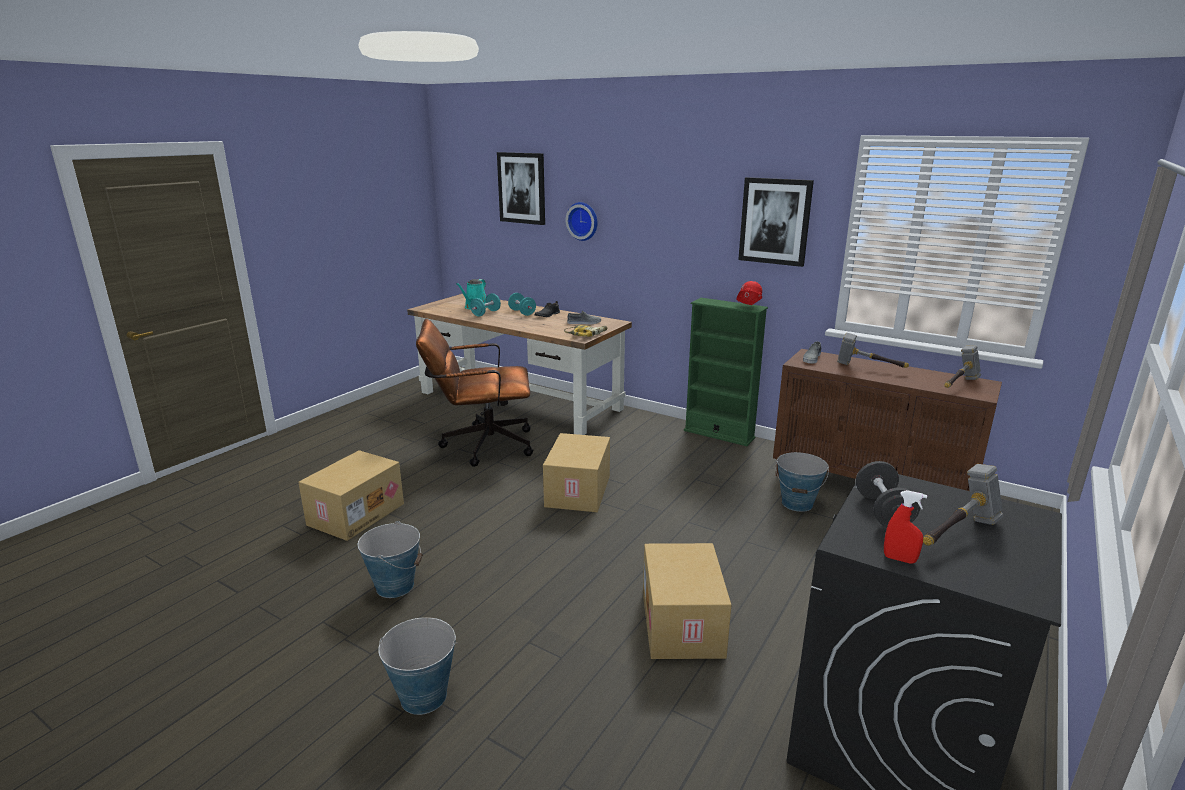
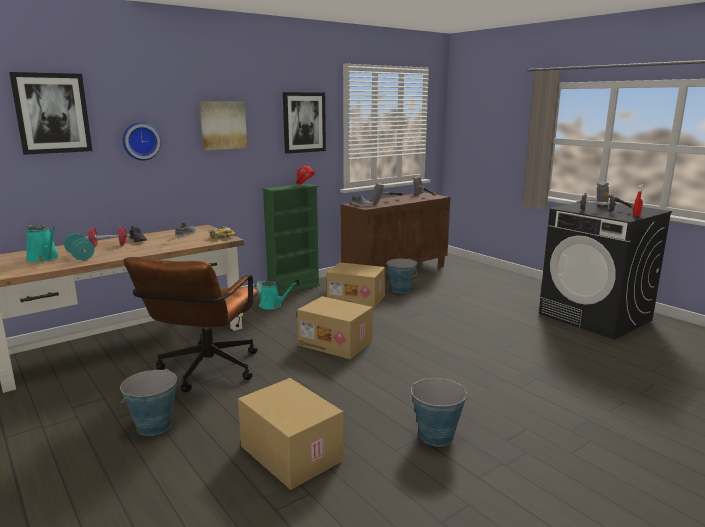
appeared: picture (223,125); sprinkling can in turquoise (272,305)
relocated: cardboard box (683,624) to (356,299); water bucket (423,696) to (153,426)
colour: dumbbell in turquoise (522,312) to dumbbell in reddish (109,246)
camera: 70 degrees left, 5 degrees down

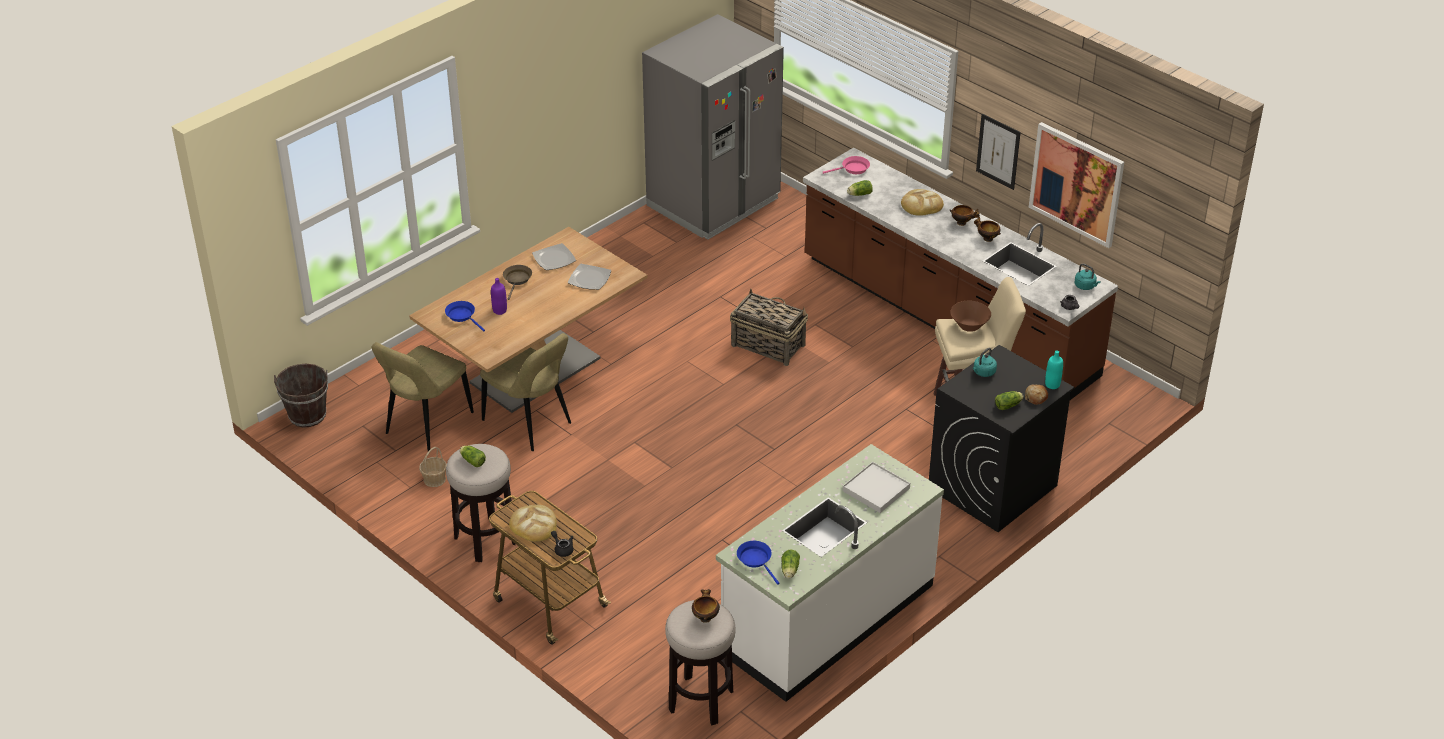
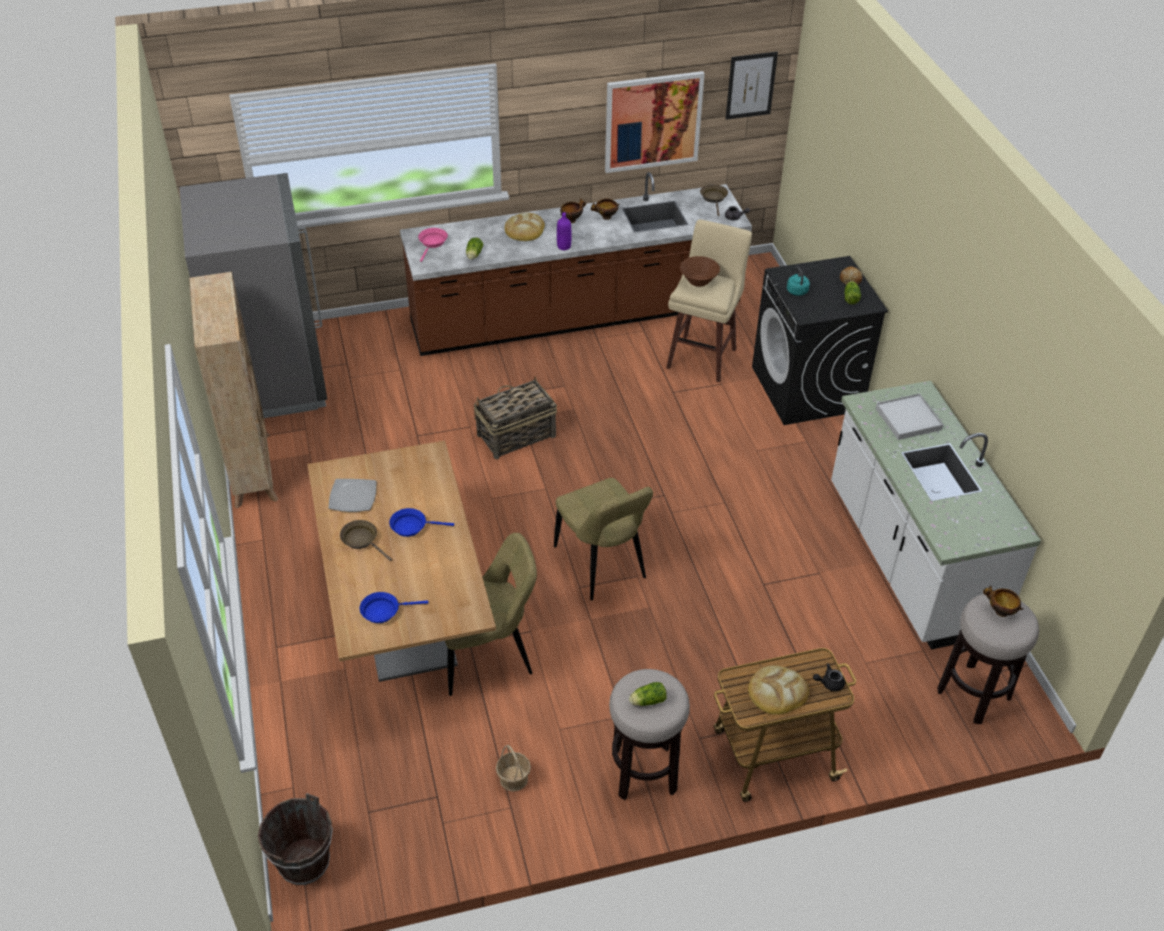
missing: dinner plate (590,278); bottle in turquoise (1052,384); head of lettuce (789,571)
appeared: bookcase in sand-coloured (253,469)
relocated: picture (998,151) to (751,85); bottle in purplish (499,310) to (564,246); upright chair in sand-coloured (426,425) to (602,565); skillet in bluish (756,560) to (412,526)
exchanged: kettle in turquoise (1085,286) to skillet in brown (714,198)
camera: 60 degrees left, 5 degrees up

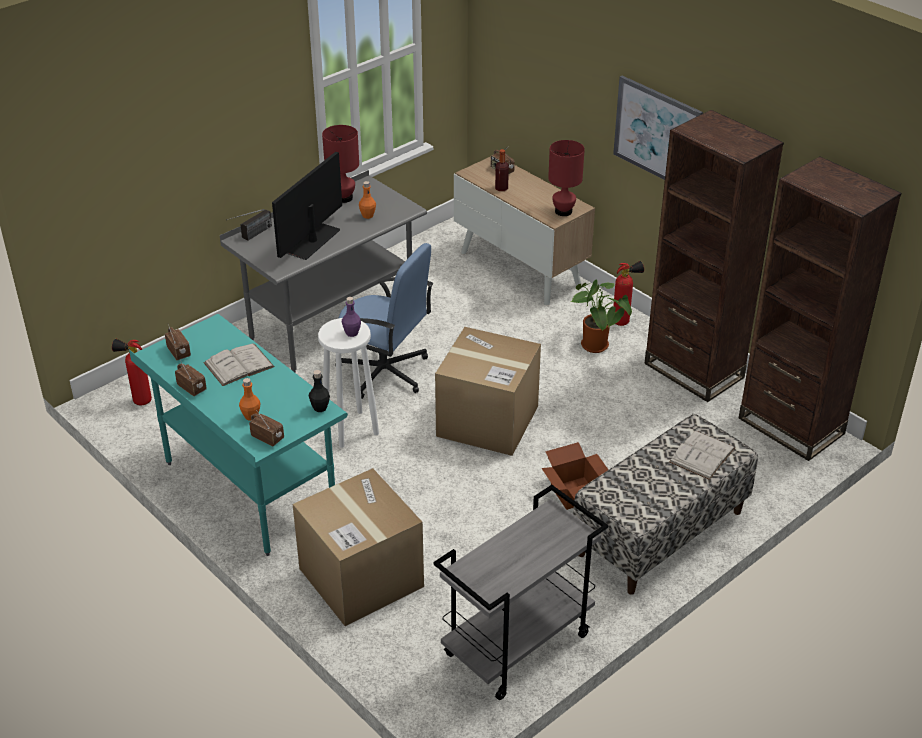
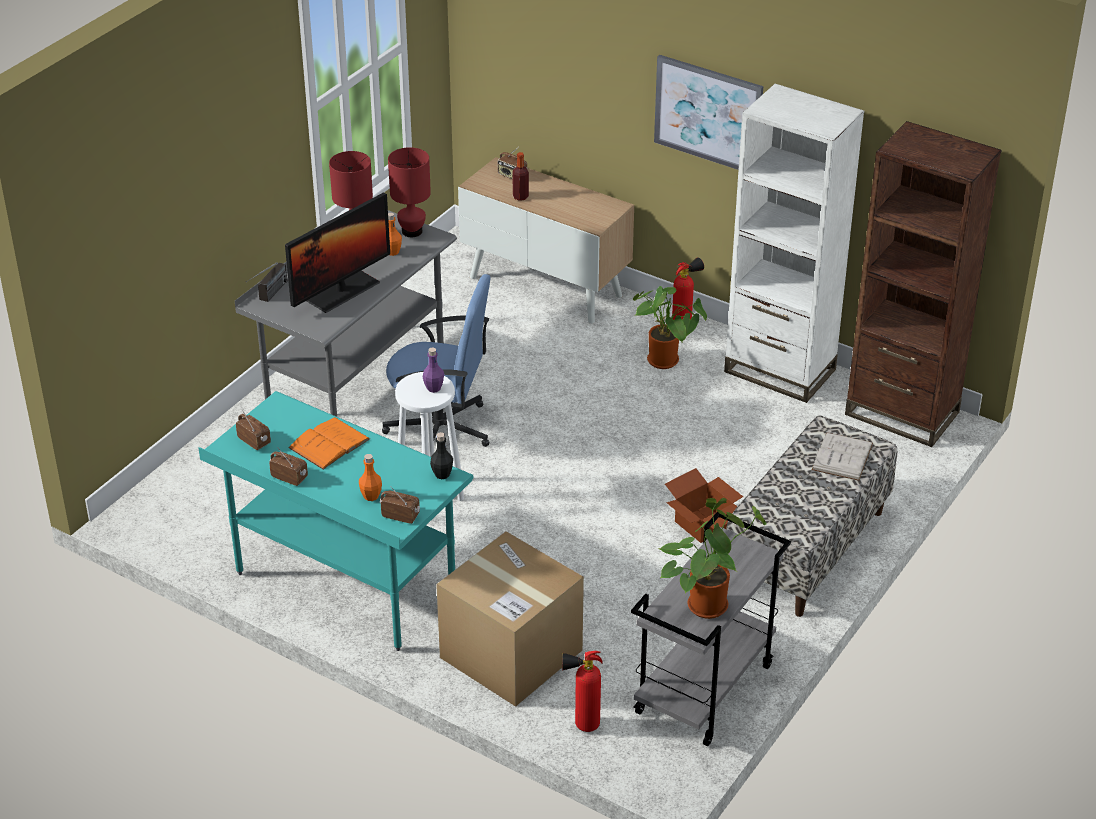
missing: cardboard box (487,421)
appeared: plant in a pot (708,603)
relocated: table lamp in reddish (563,212) to (412,232); extinguisher (138,400) to (581,725)
colour: bookcase in brown (693,370) to bookcase in whitish (779,371); bound book in whitish (239,365) to bound book in orange-coloured (329,443)
spun: monitor (311,241) = (342,291) 150 degrees counterclockwise
camera: 15 degrees left, 0 degrees up

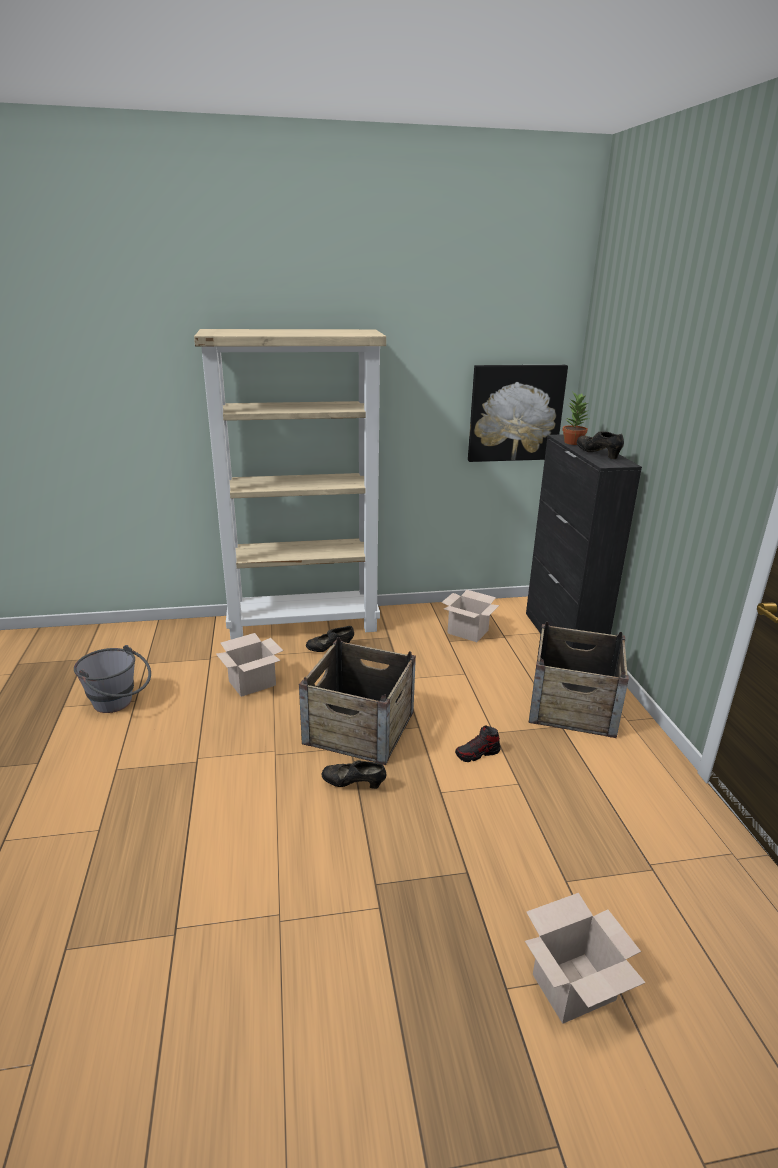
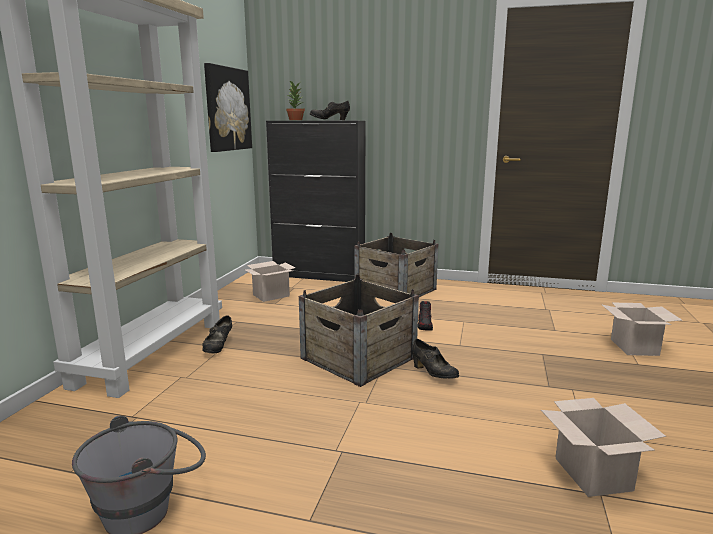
relocated: cardboard box (251,684) to (595,475)
spun: low shoe in black-coloured (353,784) = (433,374) 75 degrees counterclockwise
camera: 65 degrees left, 10 degrees down

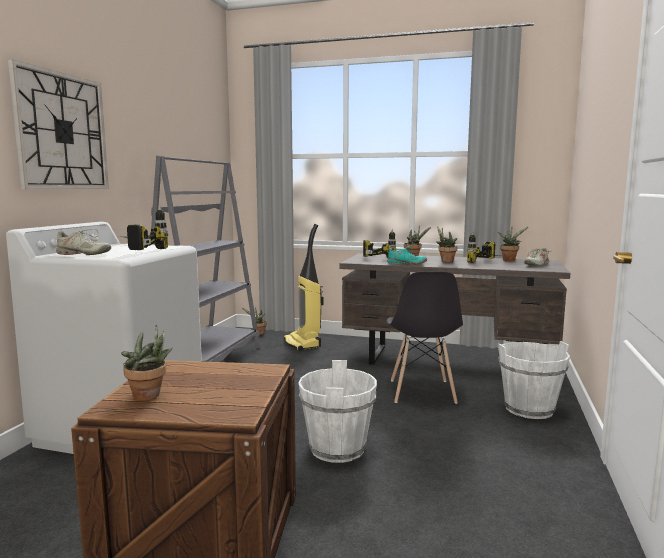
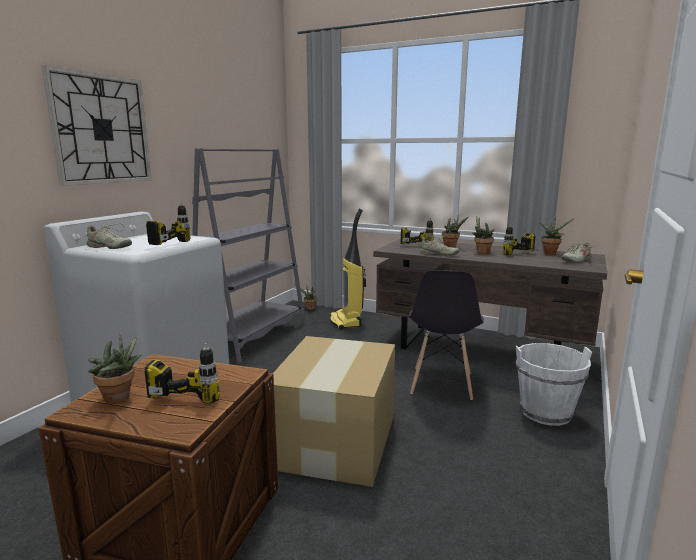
appeared: drill (195,388)
exchanged: water bucket in whitish (338,449) to cardboard box (337,440)
colour: low shoe in turquoise (406,264) to low shoe in sand-coloured (438,254)
camera: 10 degrees right, 5 degrees up

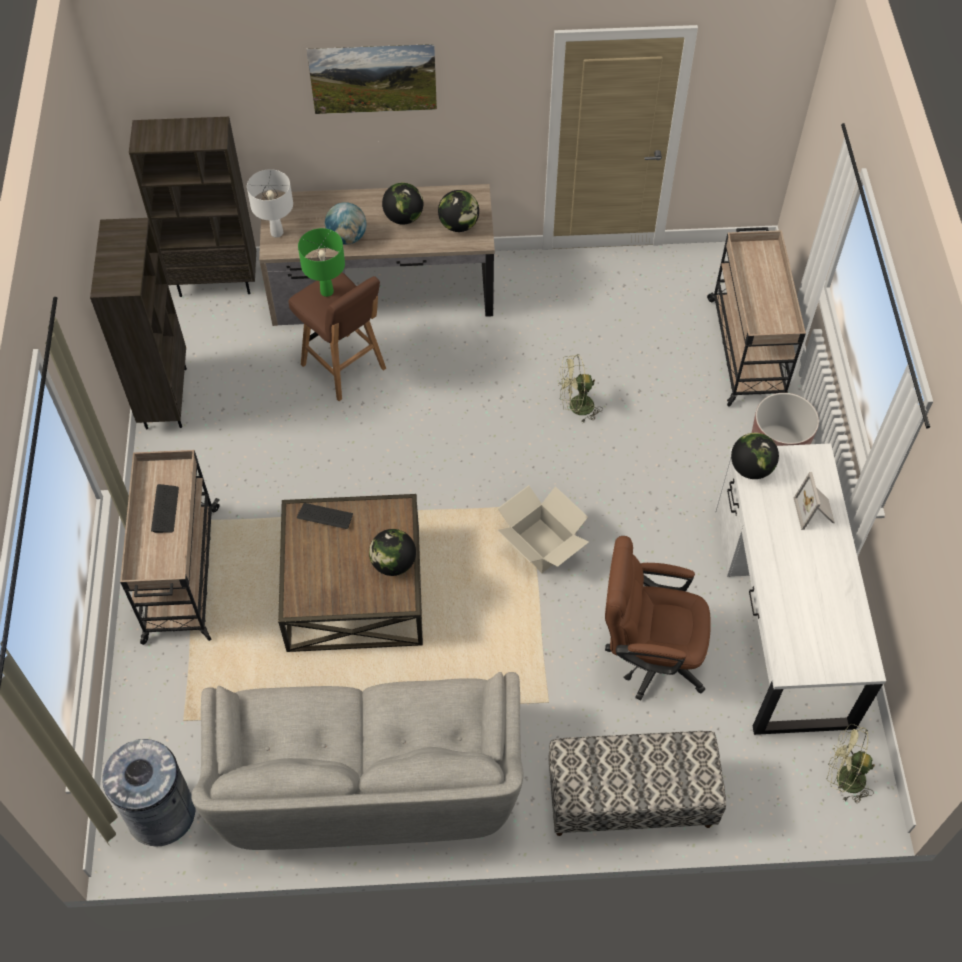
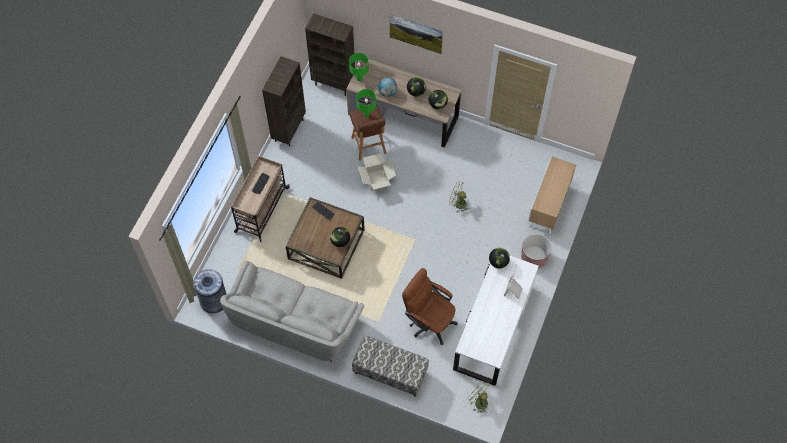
relocated: cardboard box (540,546) to (376,180)
exchanged: cart in sand-coloured (747,348) to cabinet (548,207)
colour: table lamp in whitish (276,232) to table lamp in greenish (359,78)
camera: 25 degrees right, 5 degrees up

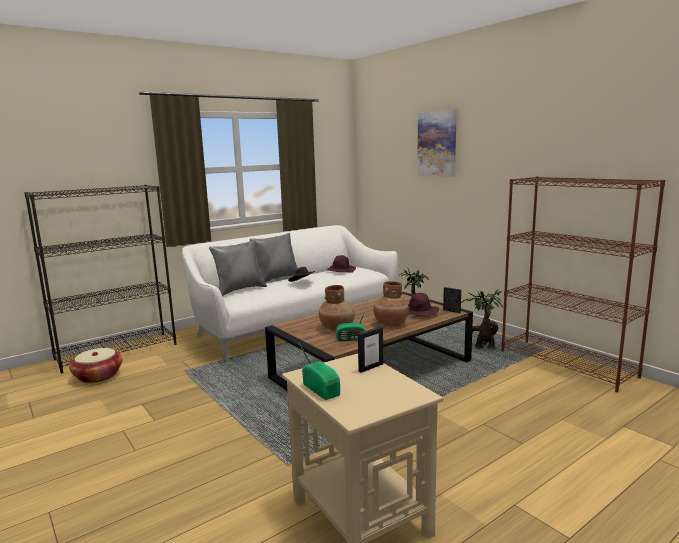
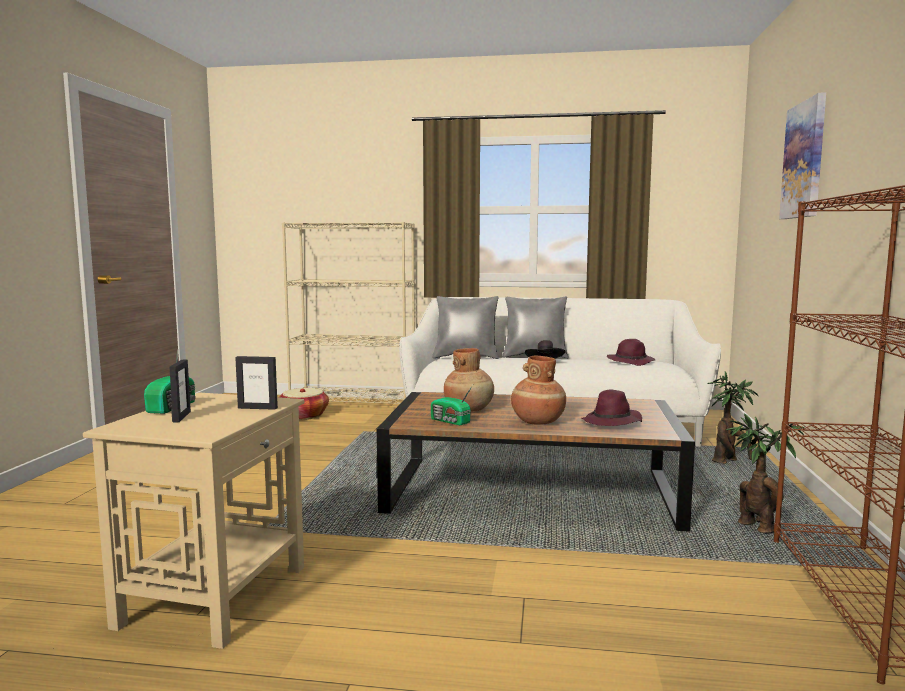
relocated: picture frame (451,311) to (181,417)
colour: bookcase in black-coloured (117,351) to bookcase in sand-coloured (354,403)
camera: 45 degrees right, 5 degrees down

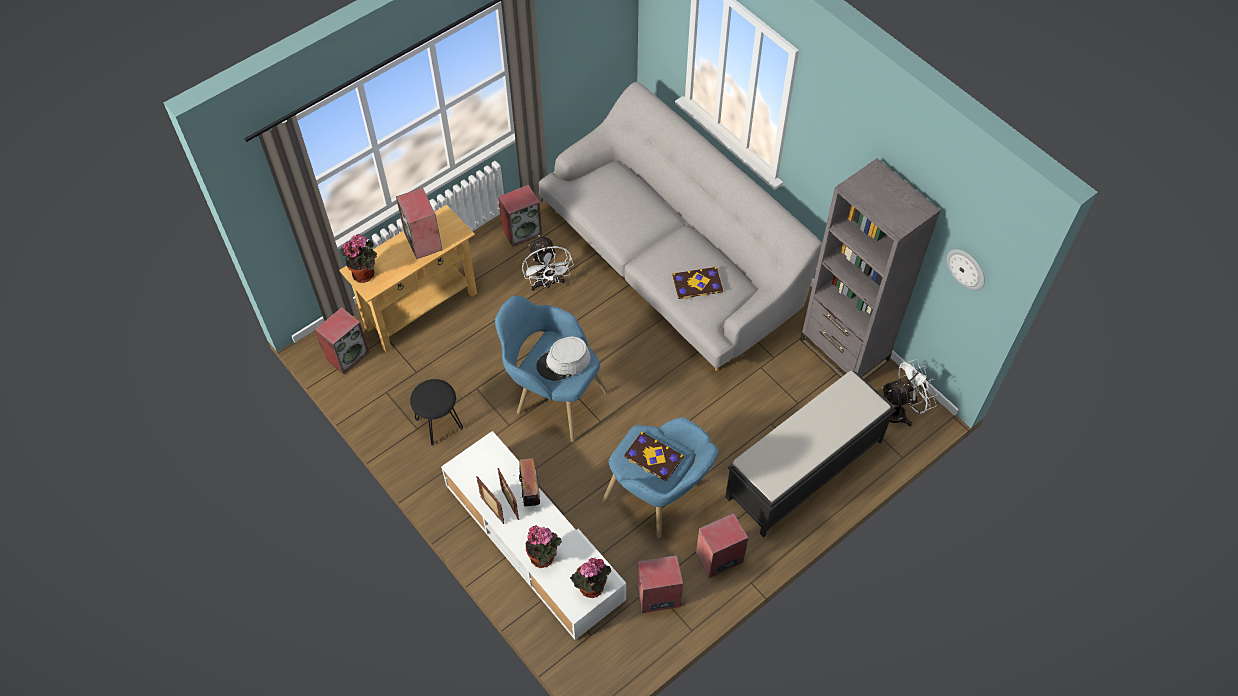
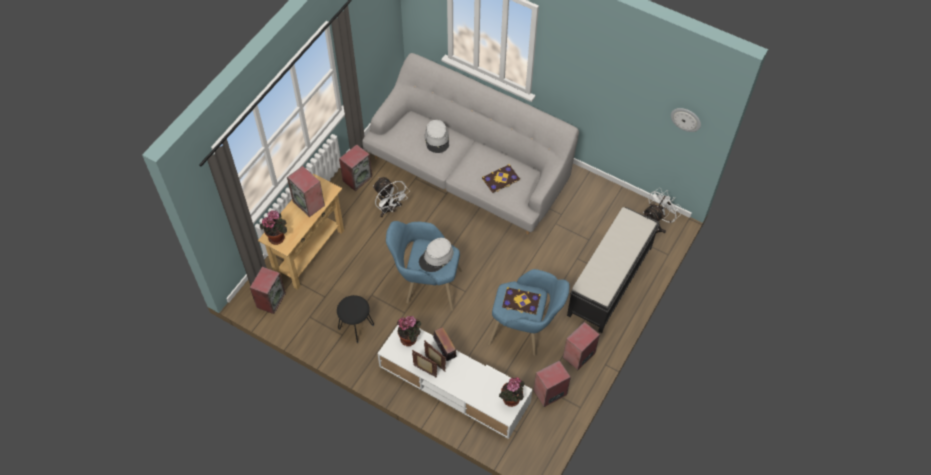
missing: bookcase in gray (844,350)
appeared: wearable hat in gray (437,139)
relocated: plant in a pot (544,557) to (410,338)
camera: 20 degrees left, 0 degrees up

